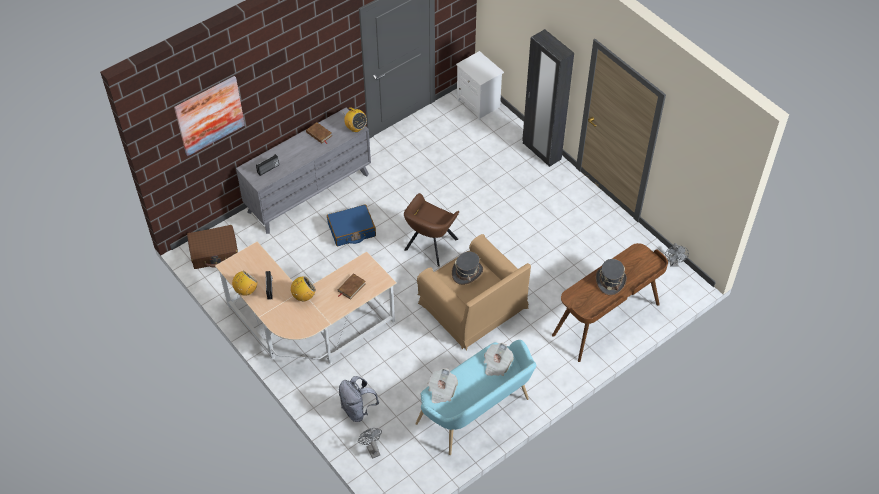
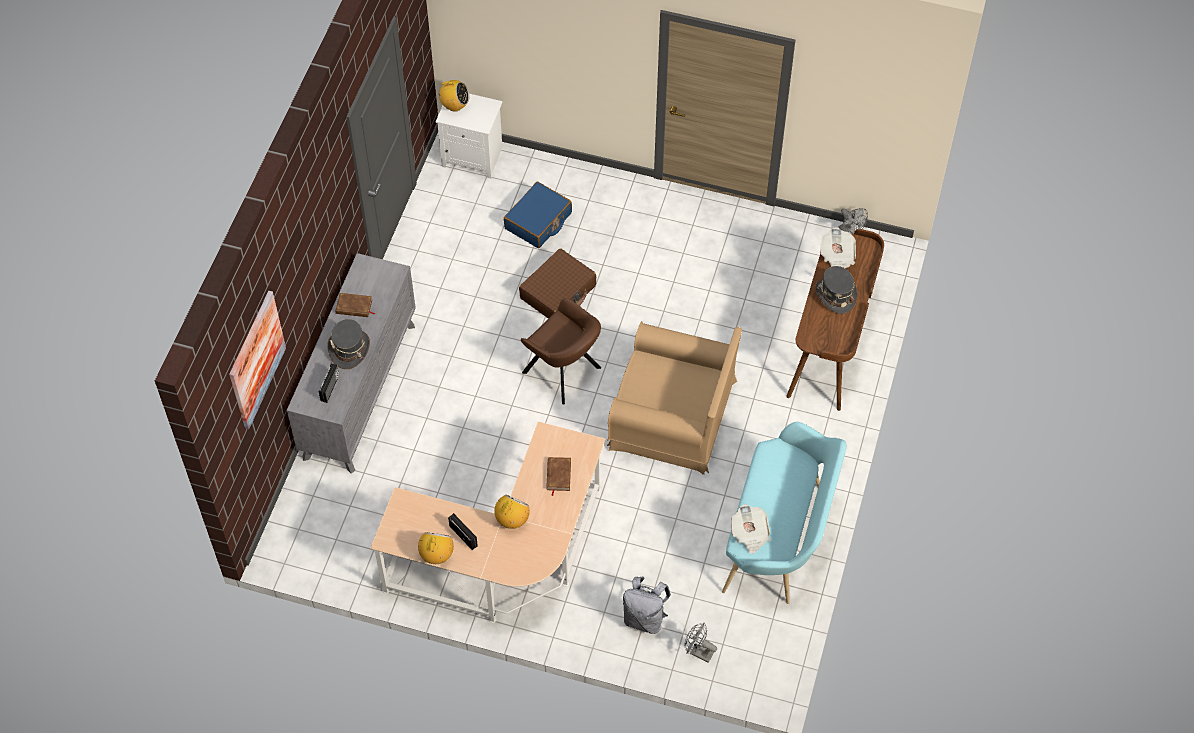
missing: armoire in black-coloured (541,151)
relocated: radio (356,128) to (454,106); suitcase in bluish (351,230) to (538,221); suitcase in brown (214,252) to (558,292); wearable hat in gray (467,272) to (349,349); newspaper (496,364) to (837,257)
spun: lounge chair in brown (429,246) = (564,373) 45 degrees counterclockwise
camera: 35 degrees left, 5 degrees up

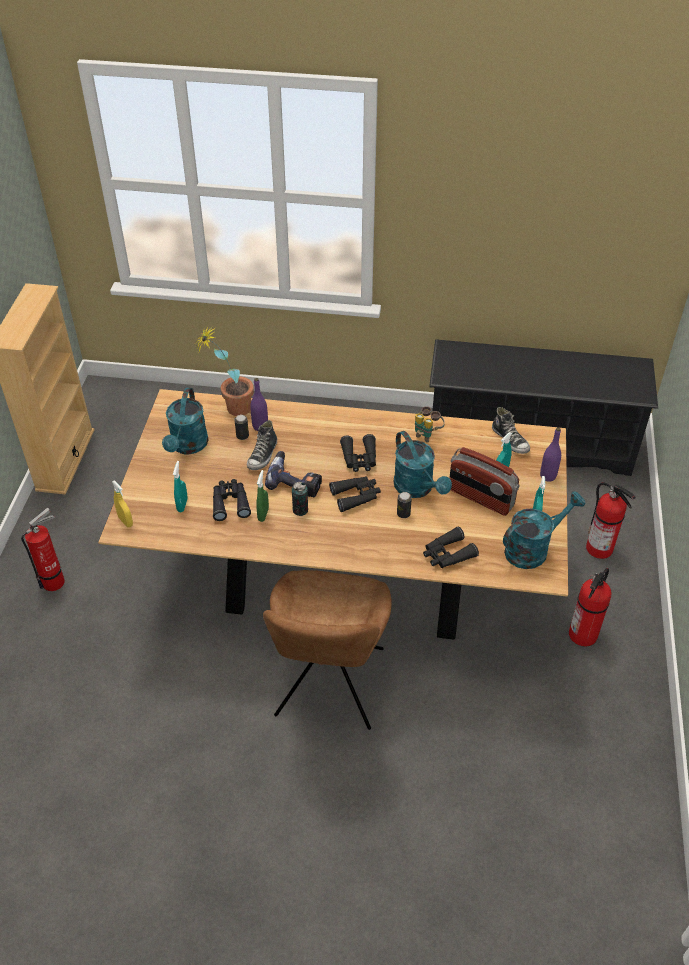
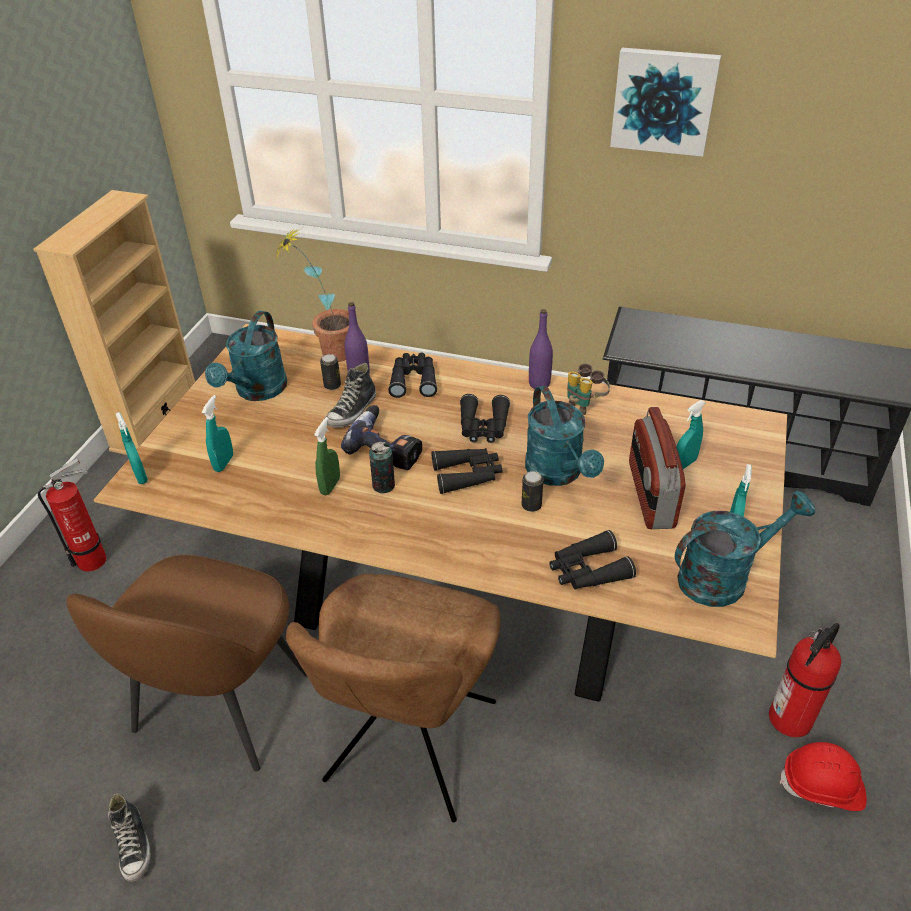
missing: extinguisher (600,548)
appeared: picture (664,100); upright chair in brown (219,706); hard hat in reddish (822,786)
relocated: low shoe (510,440) to (134,845); bottle in purplish (548,476) to (539,384); pair of binoculars in black-coloured (230,503) to (413,380)
colour: spray bottle in yellow (125,521) to spray bottle in turquoise (140,476)
spun: radio (480,498) = (650,495) 45 degrees clockwise
camera: 10 degrees right, 5 degrees down

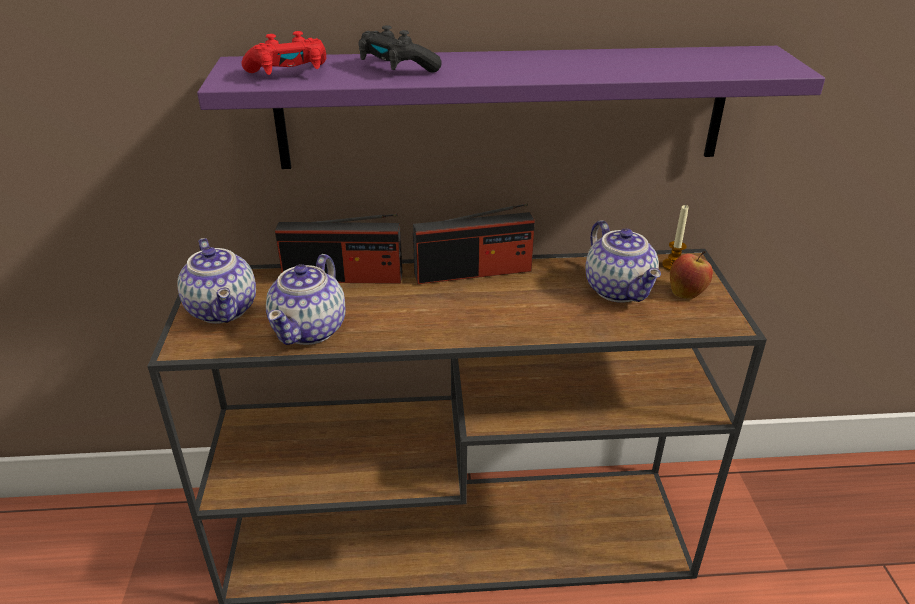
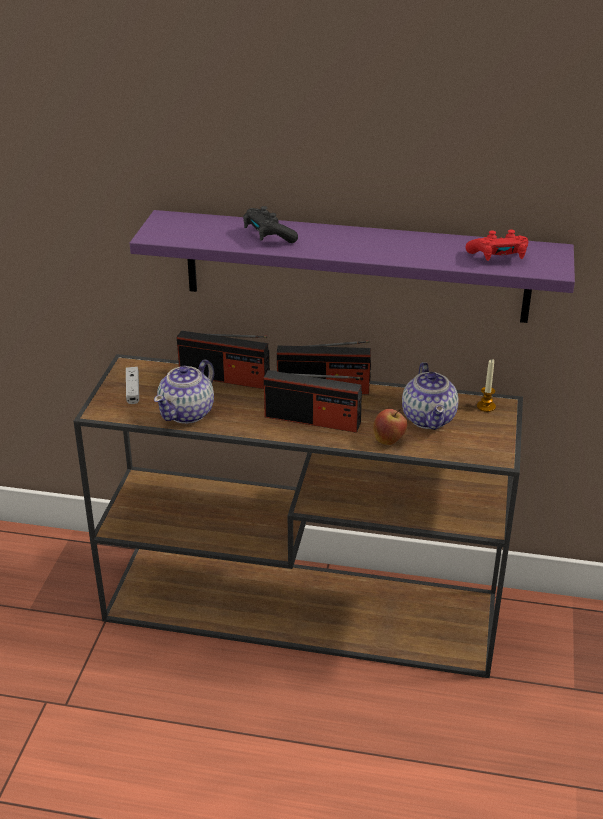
appeared: radio (312,420)
relocated: game controller in reddish (289,74) to (498,257); apple fruit (686,293) to (389,440)
exchanged: pot for tea (224,310) to game controller in whitish (133,390)
camera: 15 degrees right, 0 degrees up

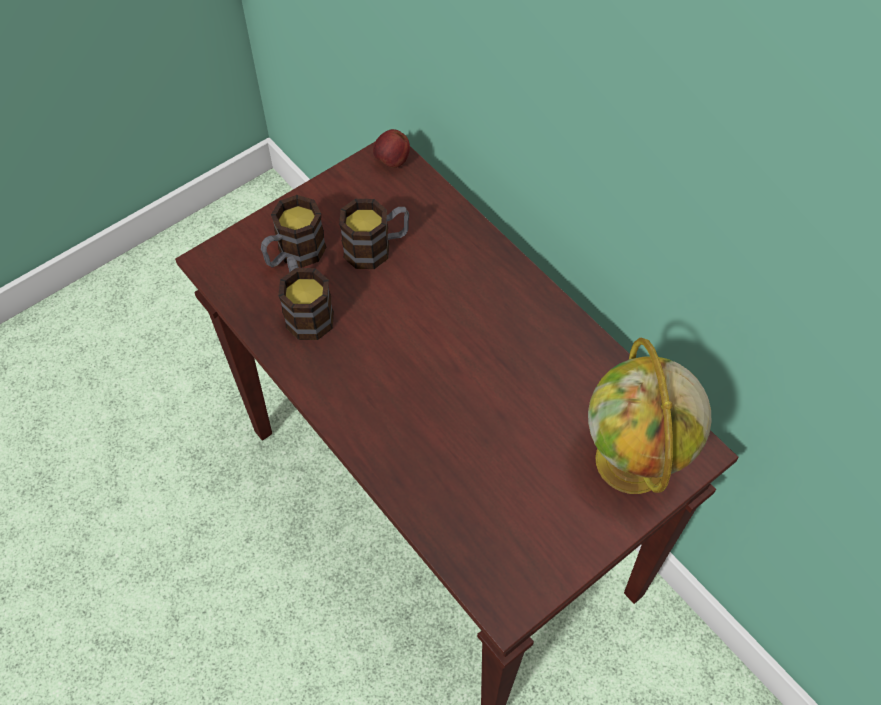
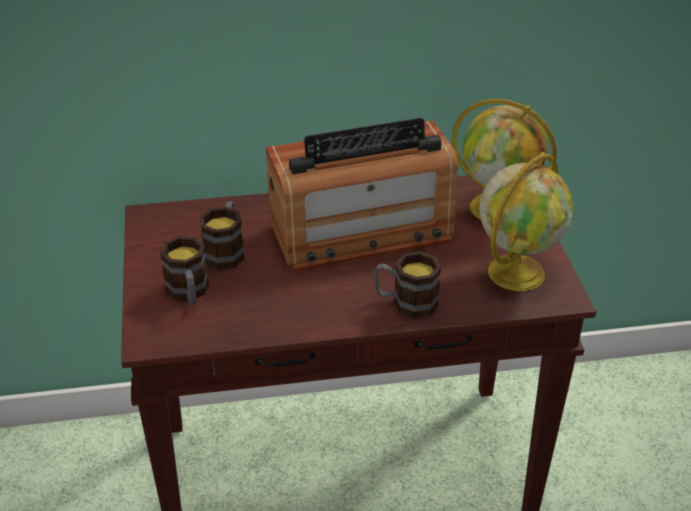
missing: apple fruit (392,161)
appeared: radio (361,231); desk globe (516,271)
relocated: coffee mug (306,311) to (406,303)
camera: 60 degrees left, 20 degrees down

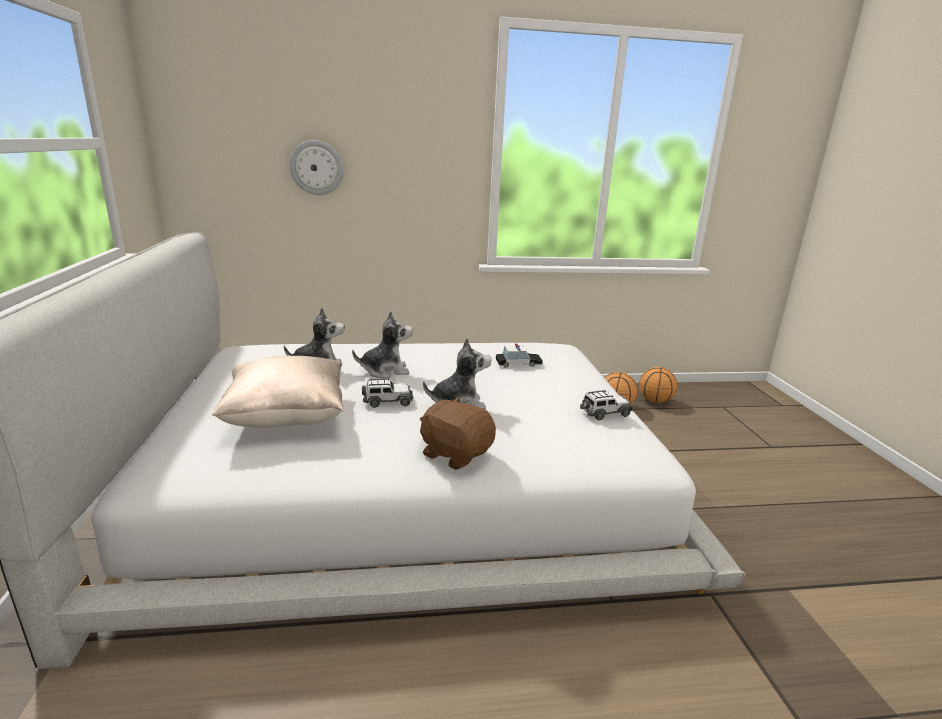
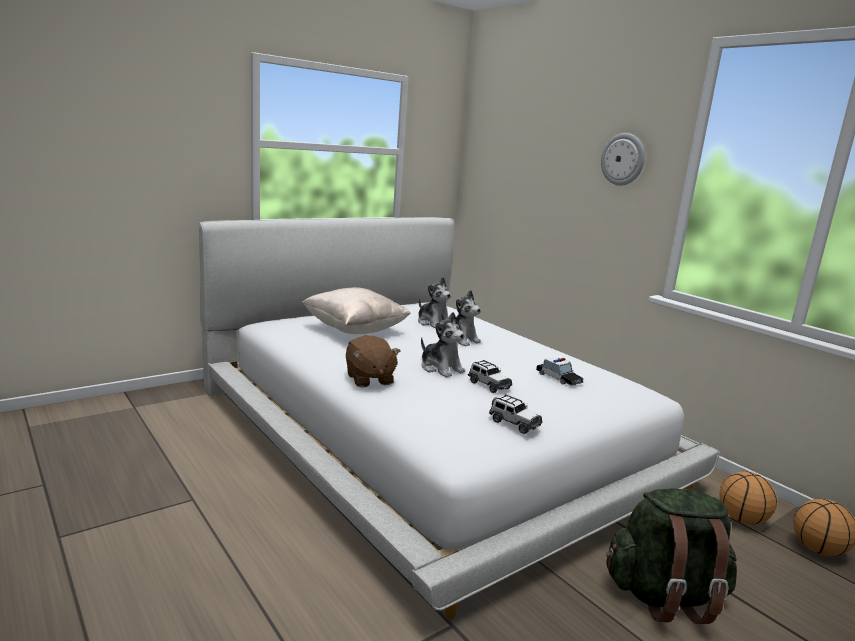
appeared: knapsack in greenish (665,596)
relocated: hanging clock (317,168) to (623,159); model car (387,402) to (488,385)
spun: cuddly toy in brown (456,454) = (369,379) 150 degrees clockwise
camera: 60 degrees right, 5 degrees down

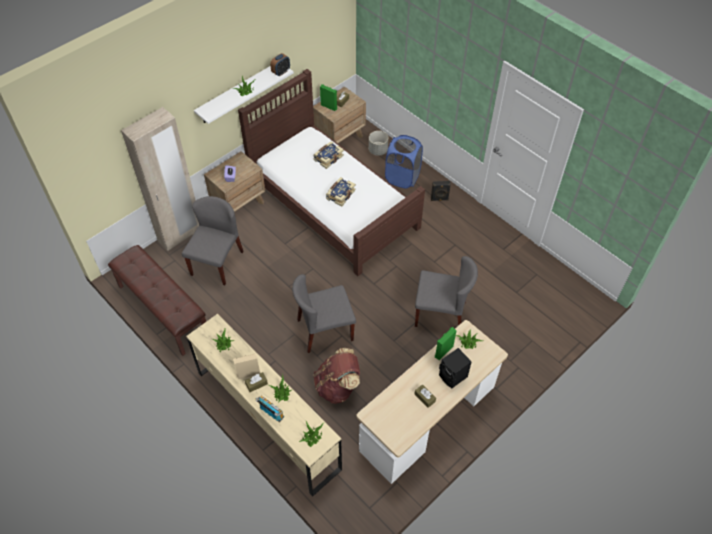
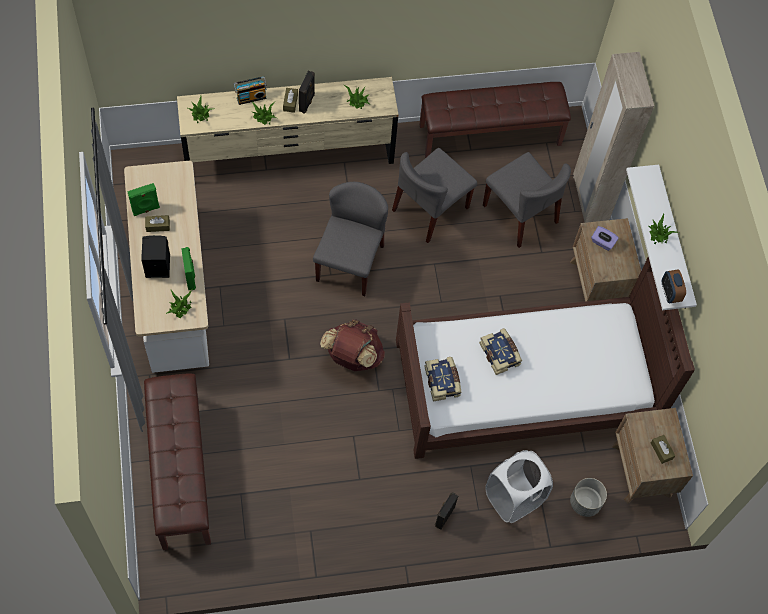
appeared: indoor bench in brown (179,471)
relocated: audio speaker in greenish (329,106) to (146,210); bound book (328,158) to (443,381); upright chair in gray (441,313) to (430,209); knapsack in brown (337,386) to (352,357)
colour: washing basket in bluish (402,177) to washing basket in whitish (513,498); audio speaker in sand-coloured (248,373) to audio speaker in black-coloured (307,102)
camera: 120 degrees right, 10 degrees up

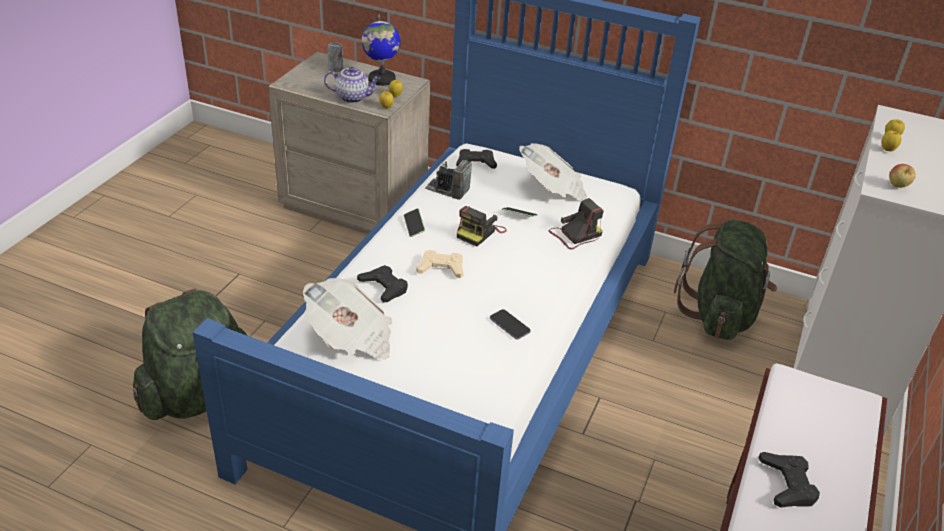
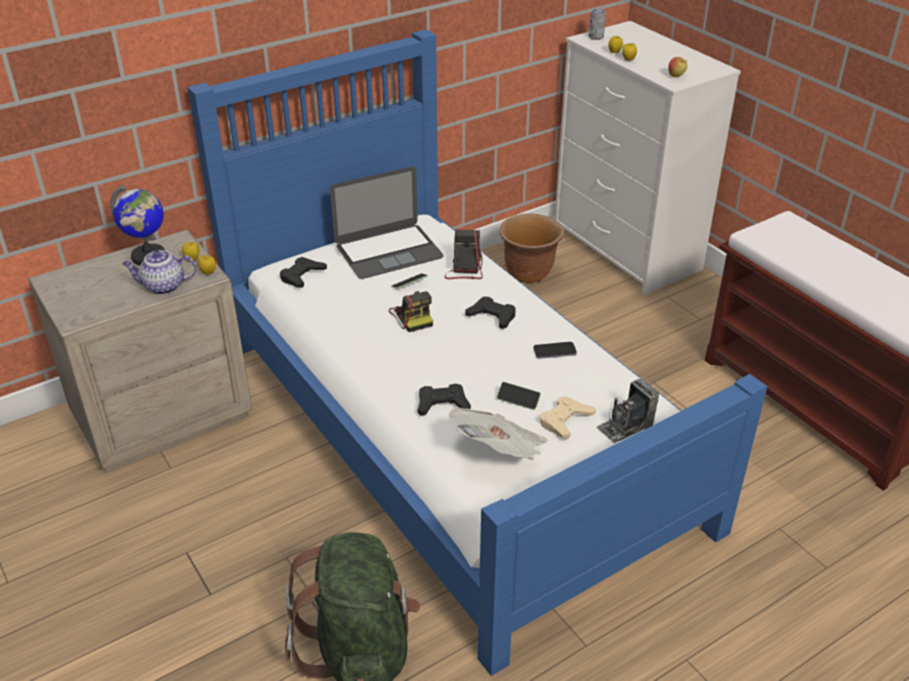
relocated: metal can (335,69) to (595,37); photo camera (447,189) to (625,426); telephone (414,226) to (518,400); game controller in sand-coloured (441,268) to (565,421); game controller in black-coloured (787,484) to (492,316)
exchanged: newspaper (553,189) to laptop (388,251); knapsack in greenish (720,315) to flower pot in brown (528,273)
spun: pot for tea (353,97) = (163,287) 135 degrees counterclockwise
camera: 55 degrees left, 0 degrees up

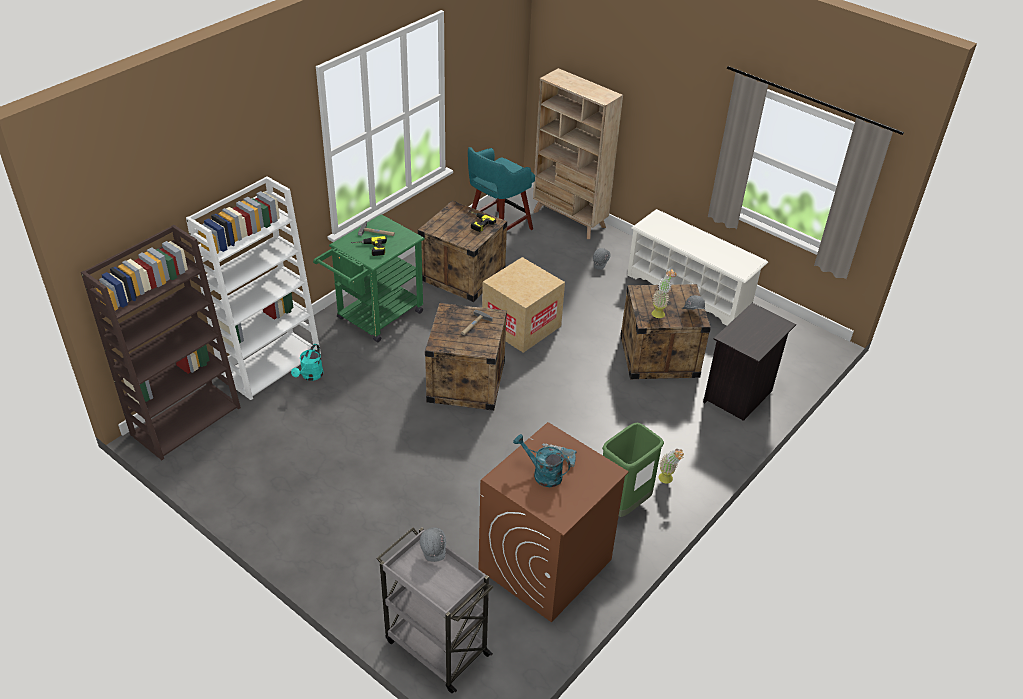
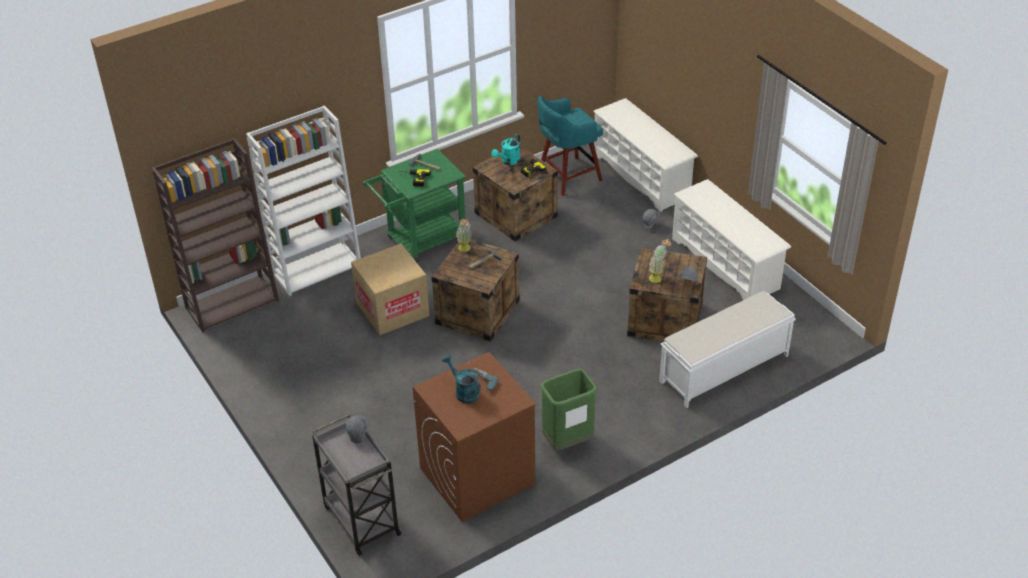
relocated: cardboard box (521,326) to (392,309); sprinkling can in turquoise (310,376) to (508,161); plant in a pot (668,480) to (465,250)
exchanged: bookcase in sand-coloured (569,219) to shoe stand in whitish (642,176); nightstand in black-coloured (739,396) to indoor bench in whitish (723,369)
camera: 20 degrees right, 0 degrees up

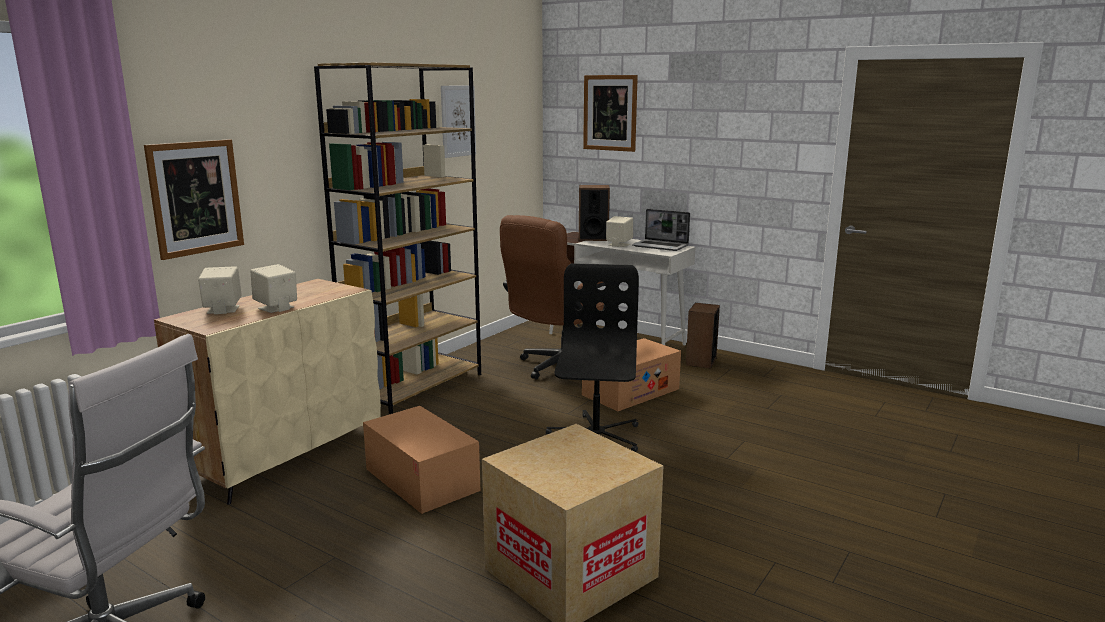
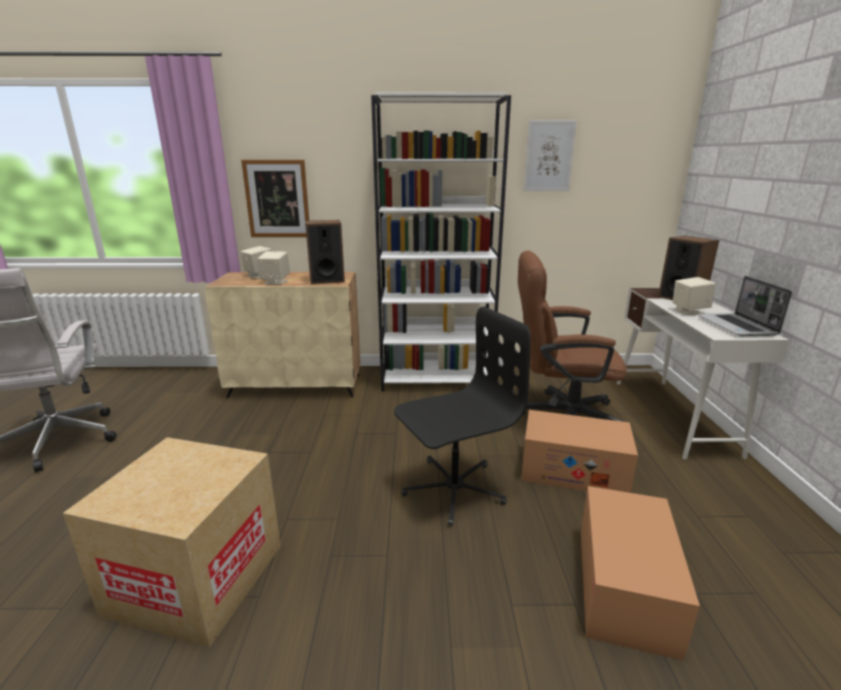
missing: picture (610,113)
relocated: audio speaker (700,361) to (327,280); cardboard box (421,479) to (624,586)
colour: bookcase in brown (414,386) to bookcase in whitish (436,378)
camera: 55 degrees right, 5 degrees up

